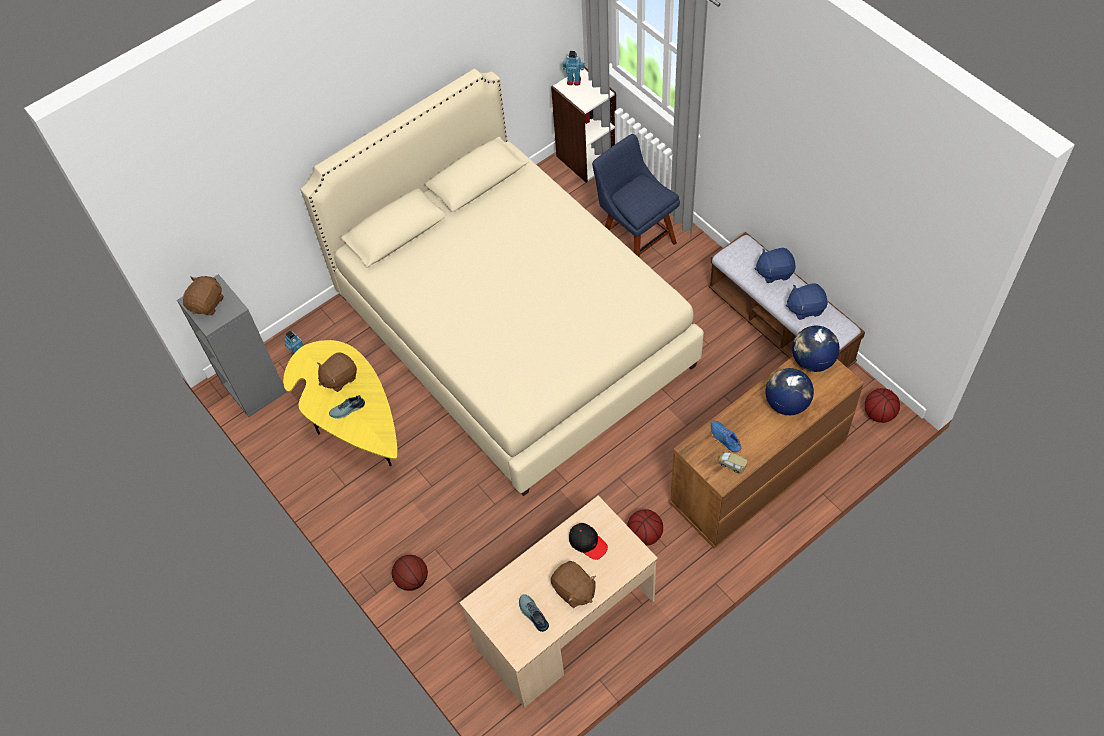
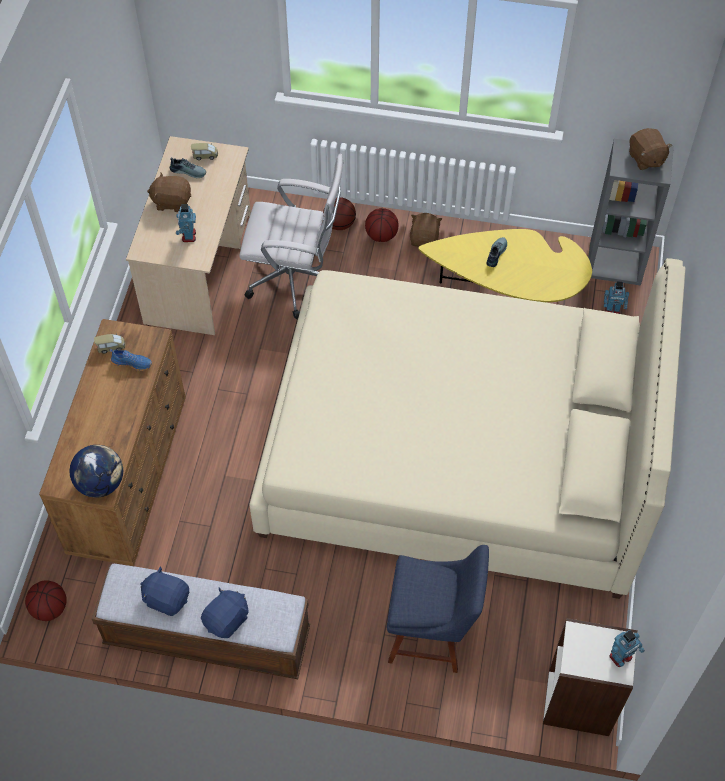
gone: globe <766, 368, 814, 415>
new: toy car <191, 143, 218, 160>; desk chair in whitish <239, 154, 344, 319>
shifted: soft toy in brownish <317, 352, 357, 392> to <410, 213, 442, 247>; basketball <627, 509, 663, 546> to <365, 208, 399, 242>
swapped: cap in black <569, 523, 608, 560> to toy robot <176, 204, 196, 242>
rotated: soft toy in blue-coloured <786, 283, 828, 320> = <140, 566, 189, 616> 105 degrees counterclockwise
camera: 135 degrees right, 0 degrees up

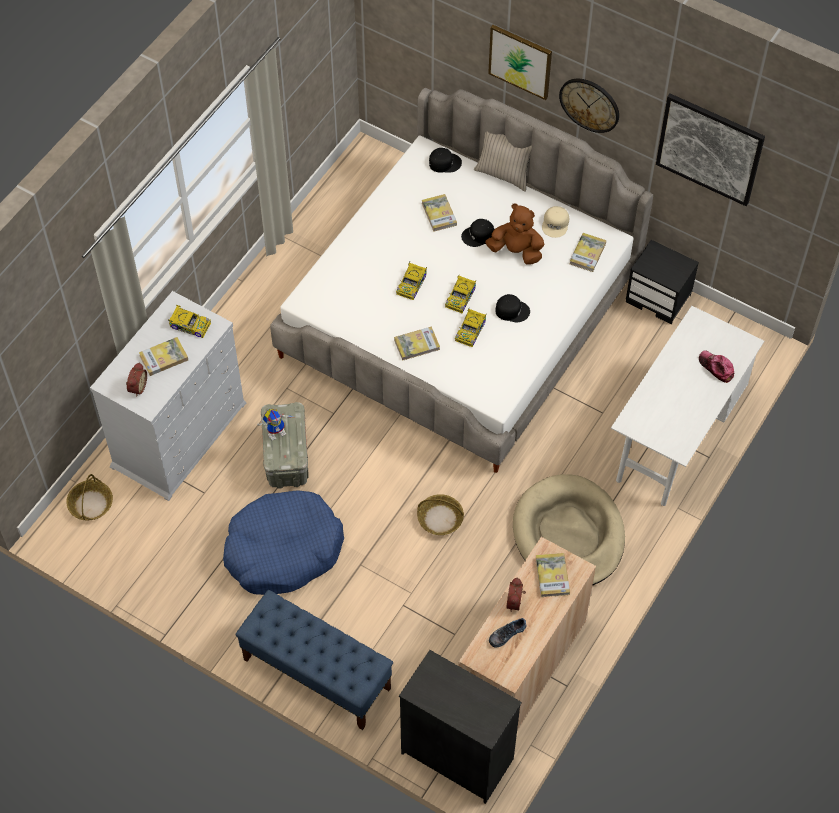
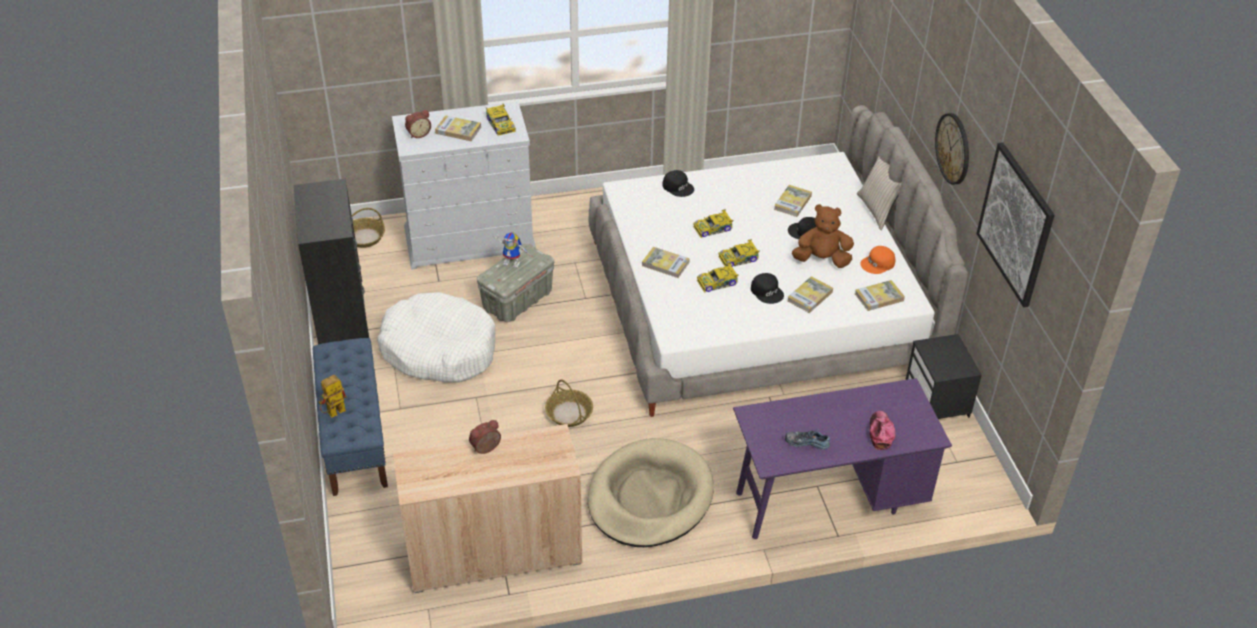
gone: wall art <488, 25, 552, 100>
new: toy robot <319, 375, 347, 417>
shifted: cap in black <429, 148, 462, 173> to <662, 170, 694, 197>; bound book <535, 553, 570, 597> to <788, 276, 833, 313>; shoe <489, 618, 527, 647> to <785, 431, 830, 450>; drawer chest in black <399, 650, 522, 804> to <294, 179, 369, 344>
repainted: cap in sand-coloured <542, 206, 569, 238> to cap in orangey <860, 246, 895, 274>; desk unit in whitish <611, 306, 764, 506> to desk unit in purple-coloured <733, 378, 952, 539>; pet bed in blue-coloured <223, 490, 344, 595> to pet bed in whitish <377, 292, 495, 383>
rotated: soft toy in brownish <485, 204, 544, 265> = <792, 204, 854, 268> 60 degrees counterclockwise
camera: 45 degrees right, 15 degrees down

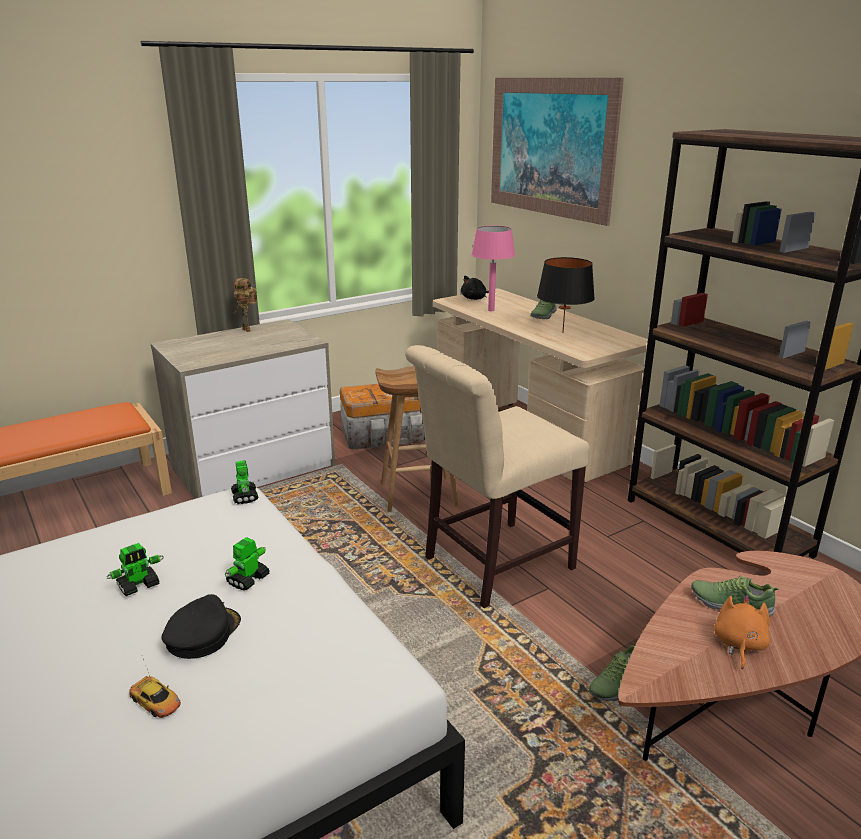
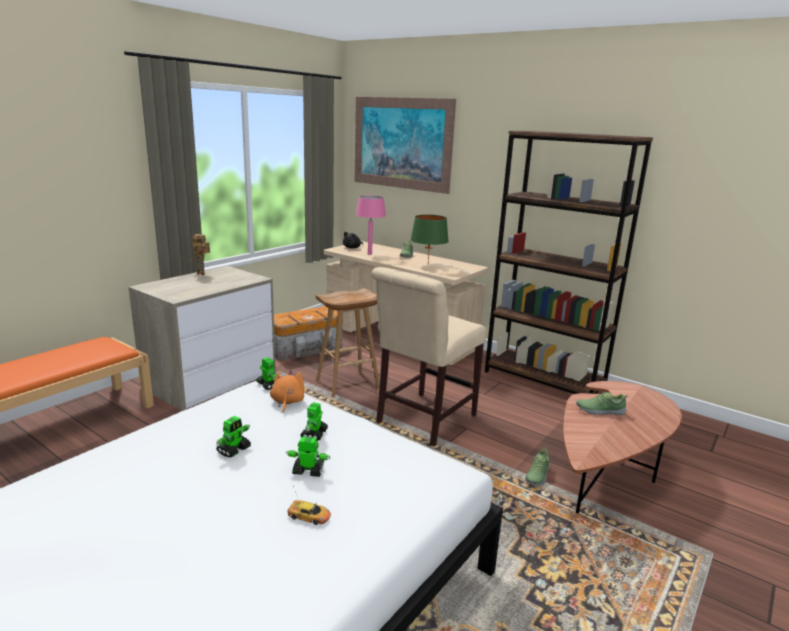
shifted: soft toy in orangey <714, 595, 770, 670> to <270, 370, 304, 413>
swapped: cap in black <161, 594, 241, 659> to toy robot <286, 437, 330, 477>
repainted: tabletop lamp in black <537, 257, 595, 333> to tabletop lamp in green-coloured <410, 215, 449, 262>
camera: 20 degrees left, 5 degrees down

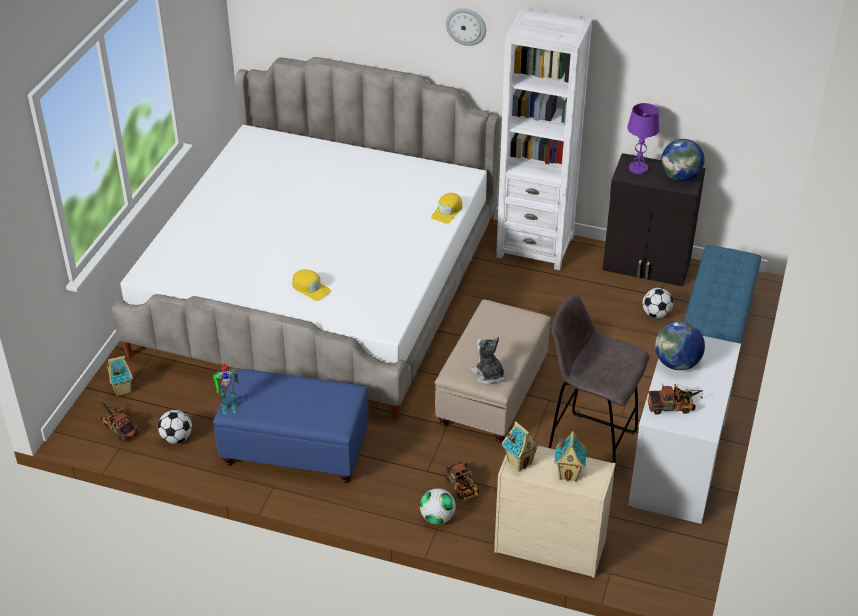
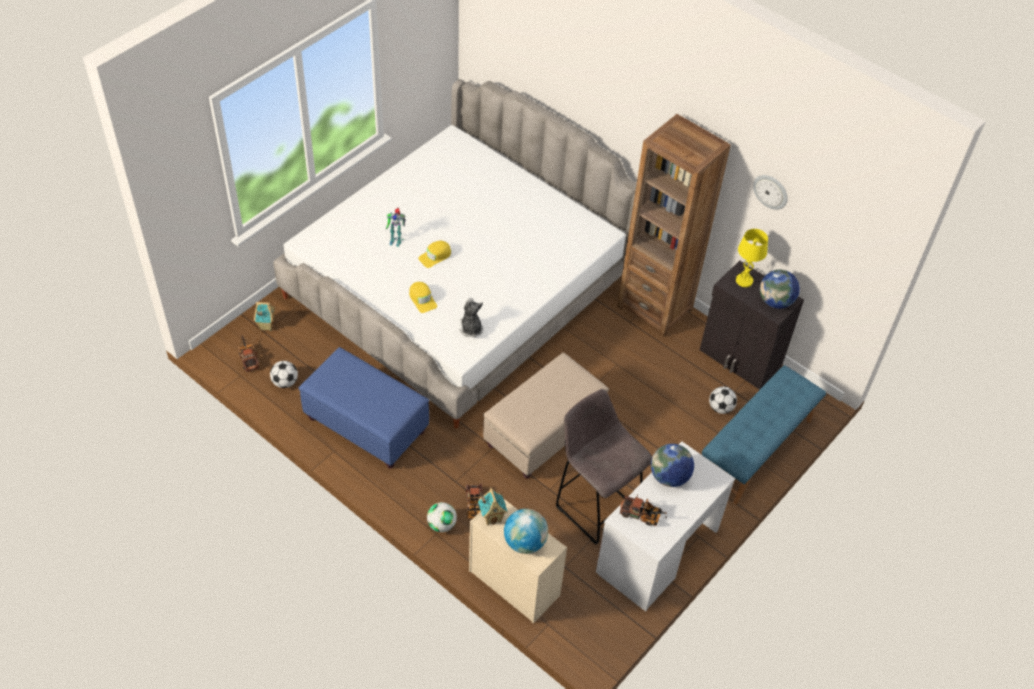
shifted: hanging clock <446, 8, 486, 46> to <753, 175, 788, 210>; cap in yellow <431, 193, 462, 224> to <418, 241, 451, 268>; soft toy <471, 337, 505, 384> to <459, 298, 483, 337>; toy robot <213, 363, 239, 414> to <386, 208, 405, 247>
swapped: miniature house <554, 431, 587, 482> to globe <504, 509, 548, 554>
repainted: bookshelf in whitish <496, 8, 592, 270> to bookshelf in brownish <617, 114, 731, 338>; tabletop lamp in purple-coloured <627, 103, 659, 174> to tabletop lamp in yellow <736, 229, 768, 287>
camera: 20 degrees right, 10 degrees up

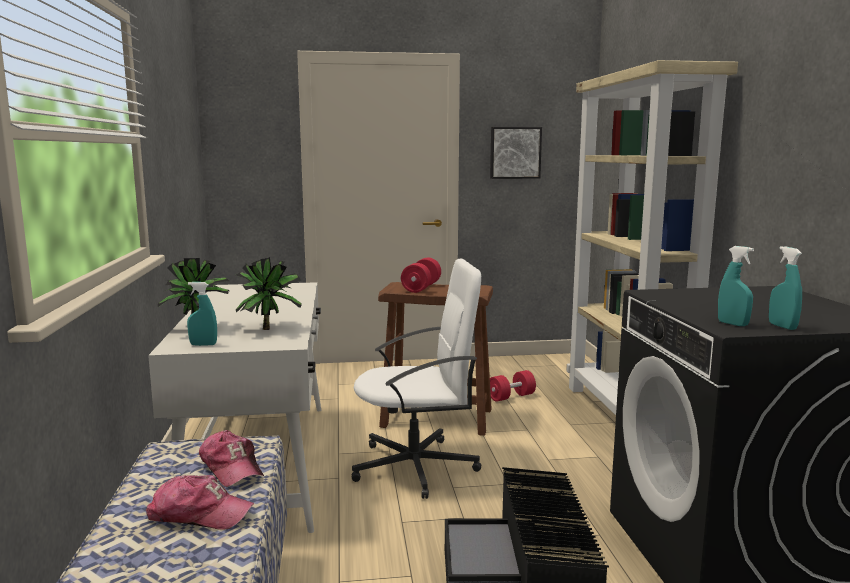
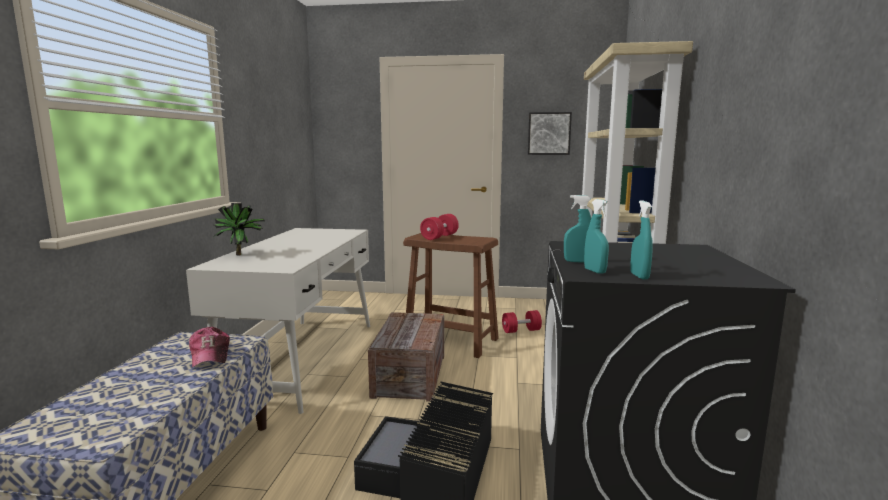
gone: plant in a pot <236, 257, 302, 330>; cap <146, 475, 254, 530>
shifted: spray bottle in turquoise <187, 282, 217, 346> to <564, 195, 591, 263>
swapped: desk chair in whitish <352, 259, 481, 499> to crate <368, 312, 444, 402>
camera: 15 degrees right, 0 degrees up

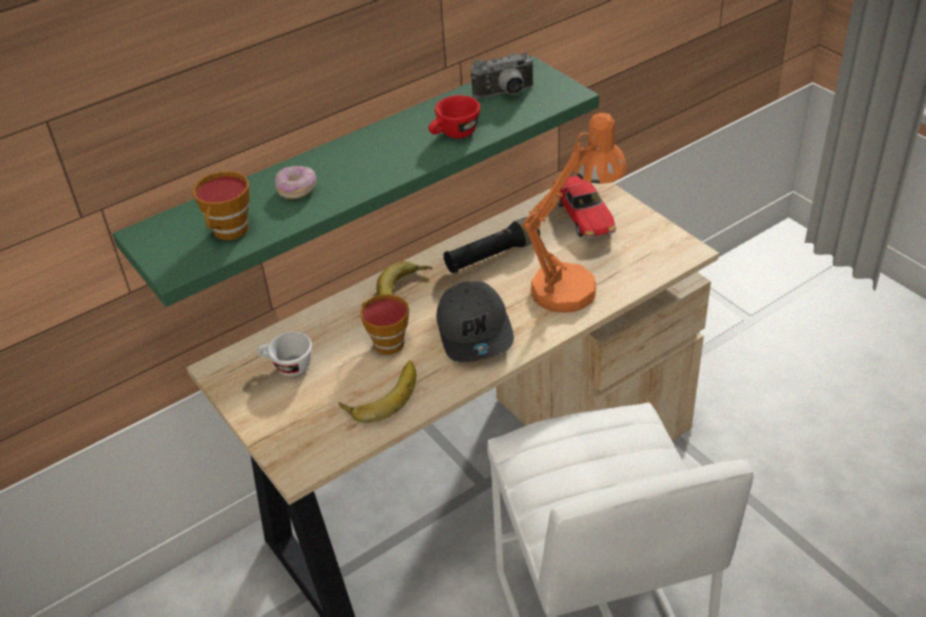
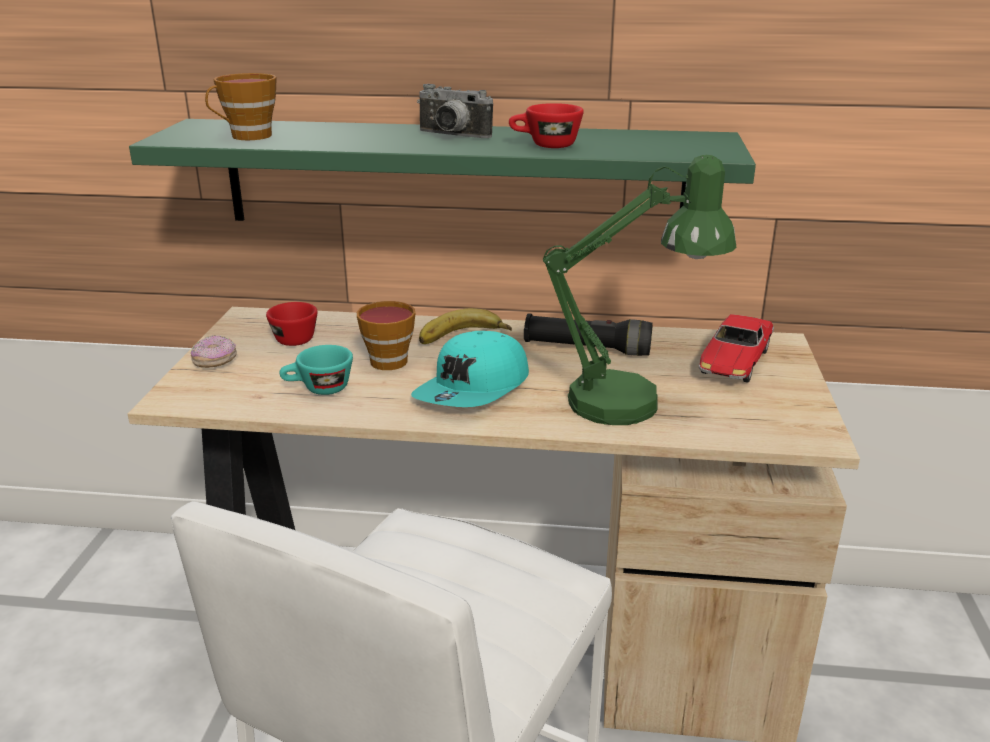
shifted: still camera <471, 52, 535, 98> to <417, 84, 493, 138>; doughnut <275, 166, 316, 199> to <191, 335, 237, 368>
swapped: banana <339, 360, 416, 423> to cup in turquoise <279, 345, 353, 395>
repainted: tabletop lamp in orangey <522, 113, 627, 313> to tabletop lamp in green-coloured <543, 155, 736, 425>; cap in greyish <436, 281, 514, 362> to cap in turquoise <411, 331, 529, 407>; cup in whitish <257, 332, 312, 376> to cup in reddish <266, 302, 318, 346>
camera: 40 degrees right, 15 degrees down

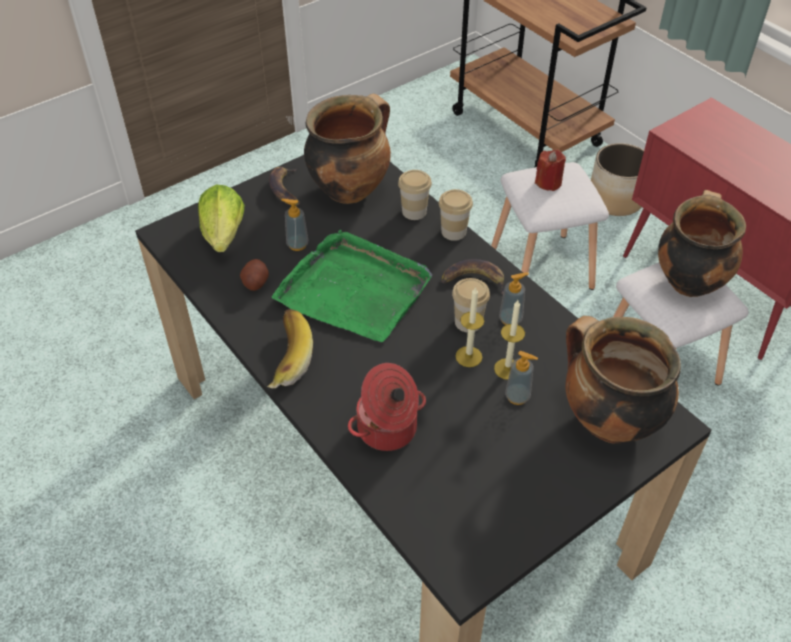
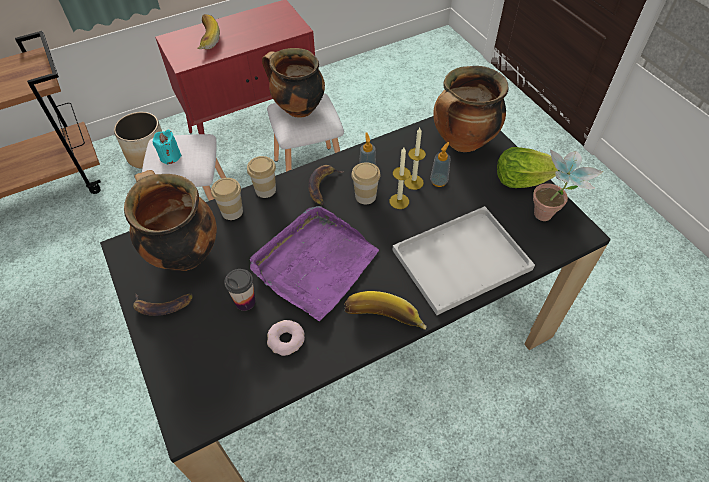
new: banana <197, 14, 220, 49>; plant in a pot <533, 149, 604, 221>
shifted: lettuce <198, 184, 244, 252> to <497, 147, 558, 188>
swapped: soap bottle <281, 199, 308, 251> to cup <224, 269, 256, 311>; spud <240, 259, 269, 291> to doughnut <267, 320, 305, 356>; cooking pot <348, 363, 426, 451> to serving tray in whitish <393, 206, 535, 315>
repainted: candle in reddish <535, 149, 566, 191> to candle in turquoise <153, 130, 182, 165>; serving tray in green-coloured <272, 230, 432, 342> to serving tray in purple-coloured <250, 206, 379, 321>
camera: 80 degrees left, 5 degrees up

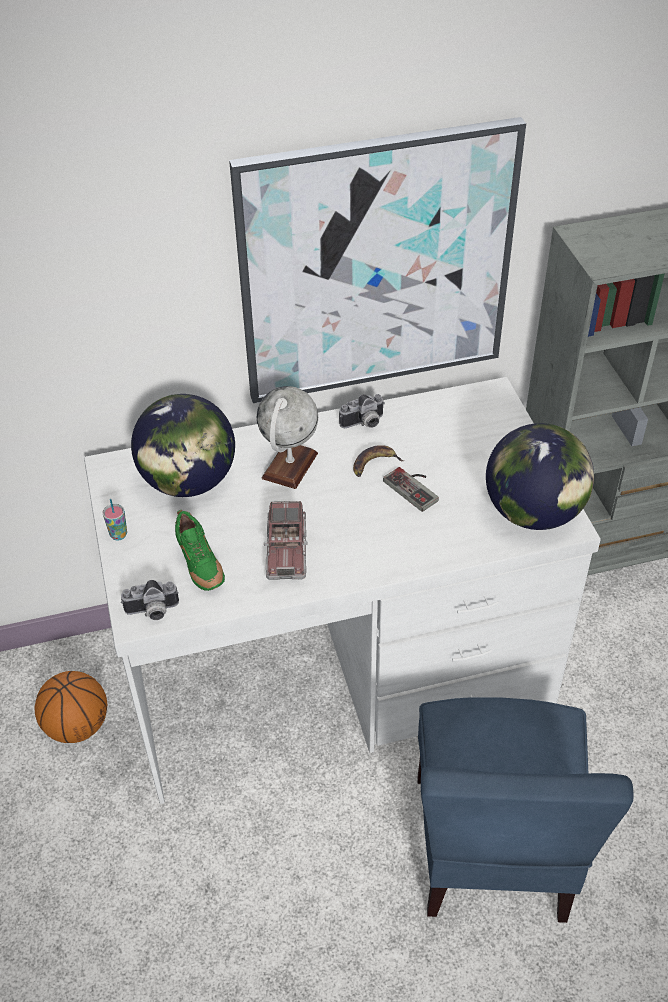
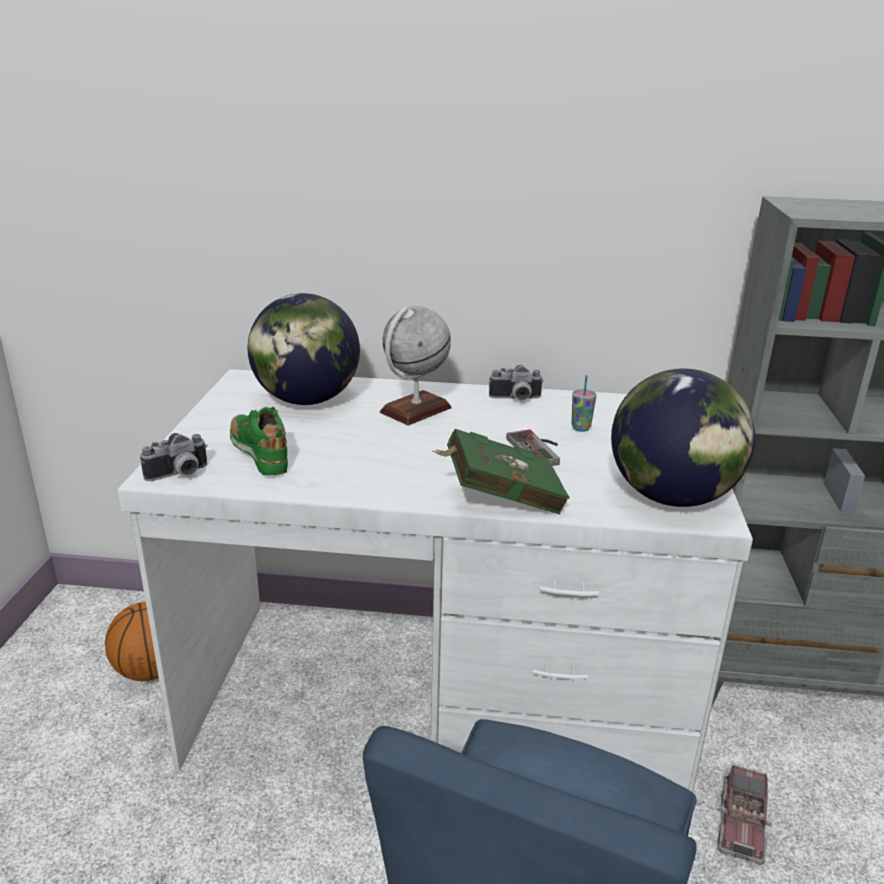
gone: wall art <229, 117, 526, 403>; banana <353, 445, 403, 477>
new: bound book in green-coloured <433, 429, 570, 515>
shifted: cup <102, 499, 127, 541> to <572, 375, 597, 432>; toy lorry <264, 501, 307, 580> to <718, 765, 772, 865>
rotated: shoe in green-coloured <175, 509, 225, 591> = <230, 407, 288, 476> 150 degrees clockwise; still camera <121, 580, 179, 620> = <140, 433, 207, 481> 45 degrees counterclockwise
camera: 20 degrees right, 20 degrees down

